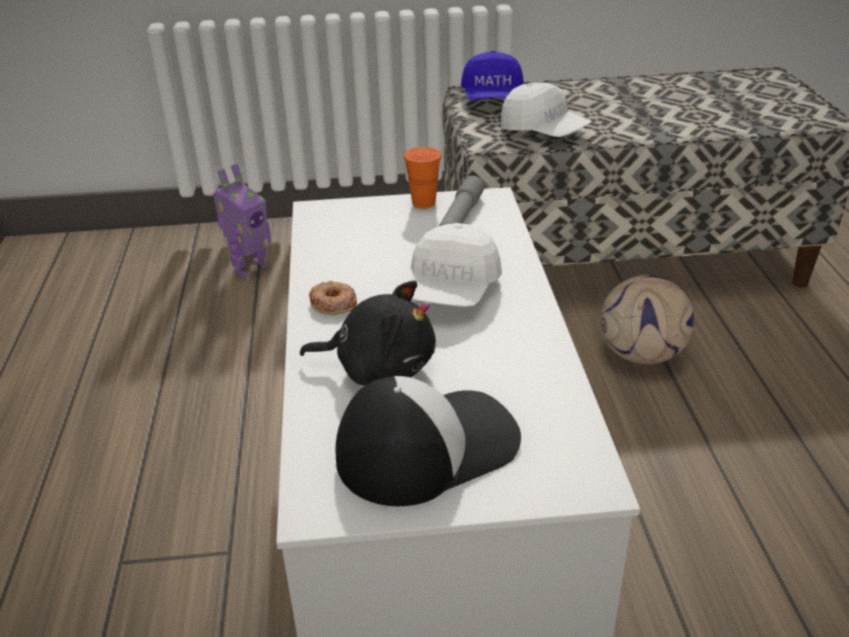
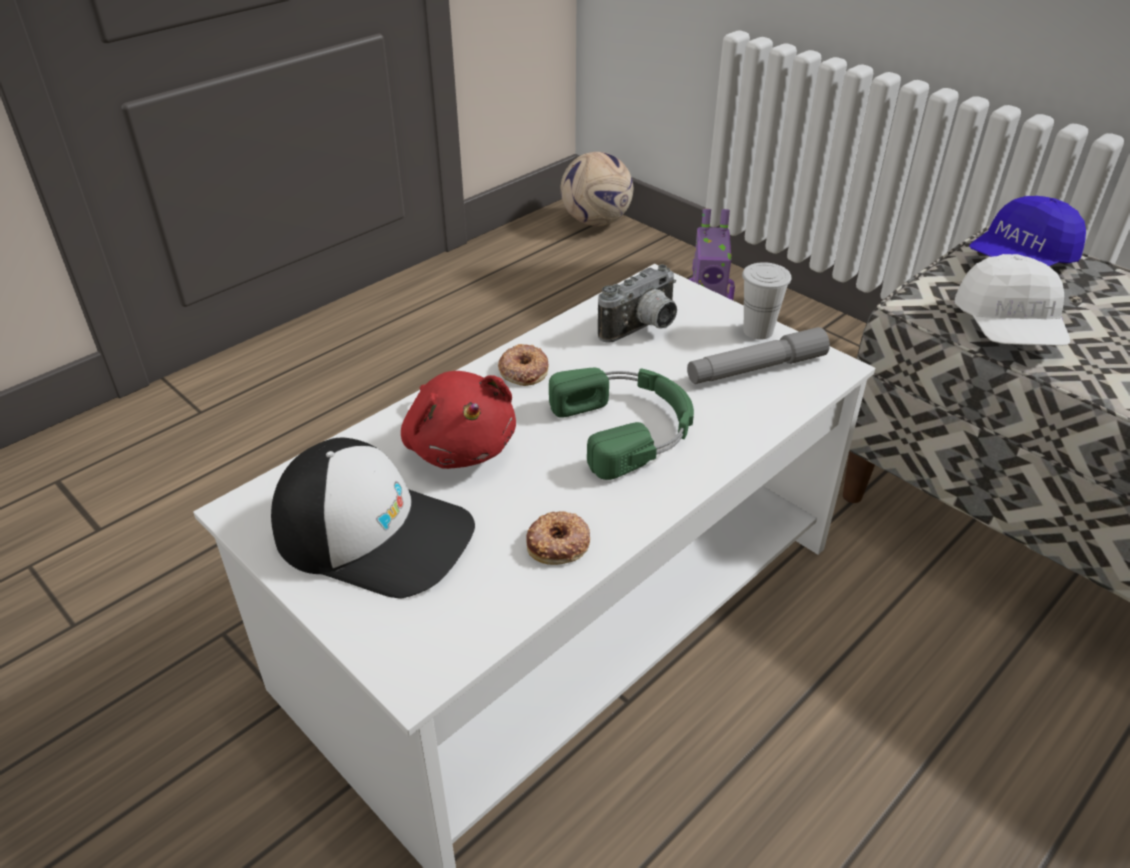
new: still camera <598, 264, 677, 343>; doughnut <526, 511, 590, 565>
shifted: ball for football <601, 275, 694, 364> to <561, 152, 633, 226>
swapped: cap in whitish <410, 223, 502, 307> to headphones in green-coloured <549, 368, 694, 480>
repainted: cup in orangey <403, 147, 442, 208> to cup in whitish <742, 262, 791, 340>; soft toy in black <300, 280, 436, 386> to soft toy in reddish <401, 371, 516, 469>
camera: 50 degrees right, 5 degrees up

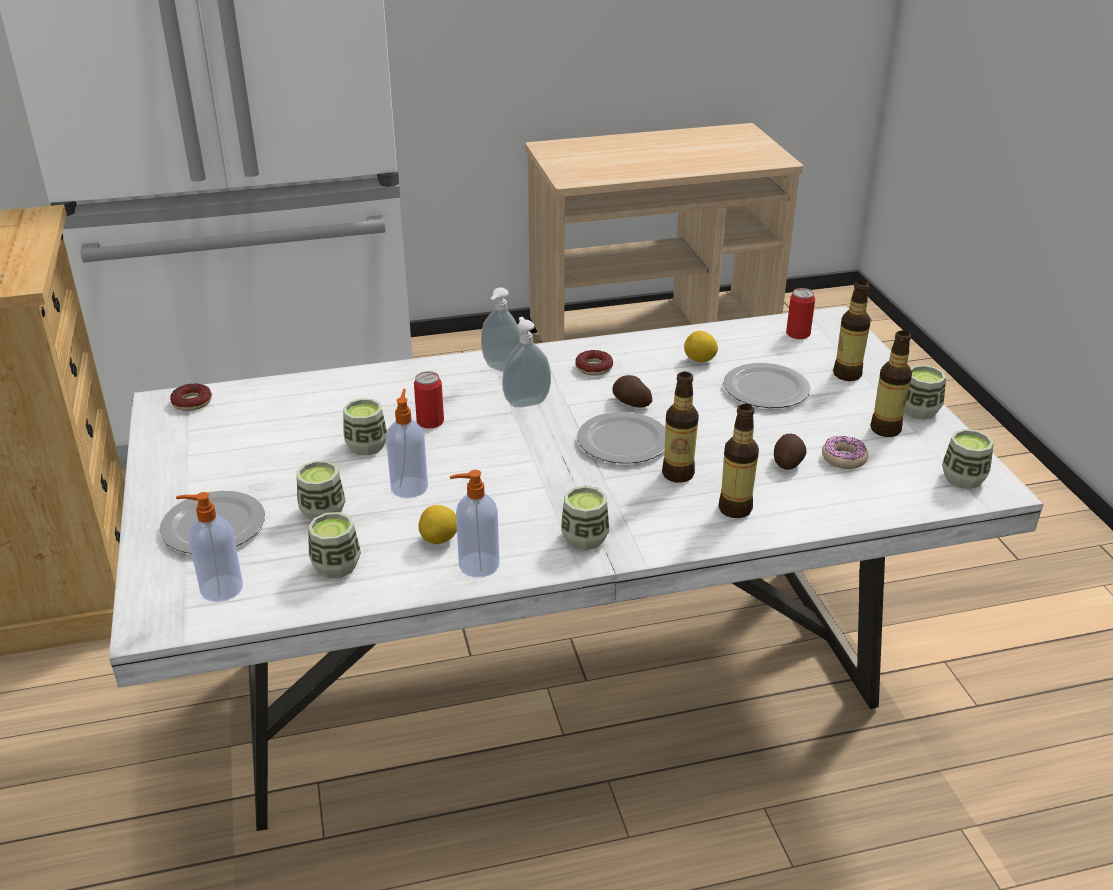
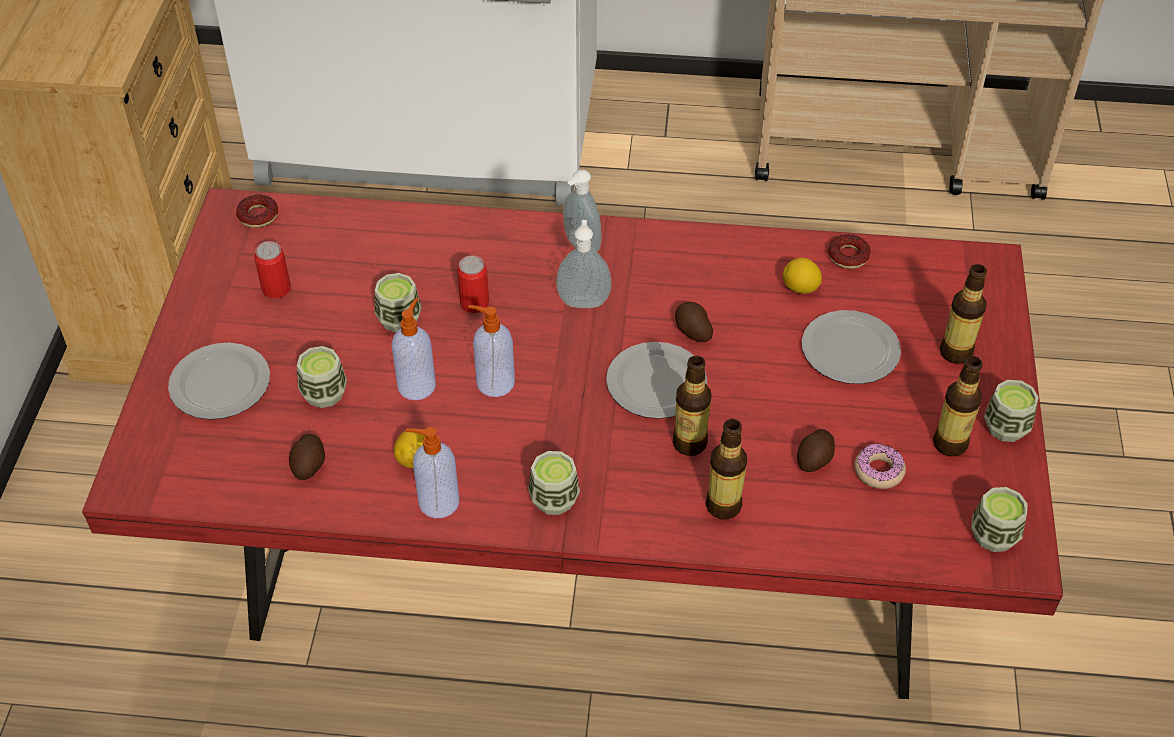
shifted: can <786, 288, 815, 339> to <254, 241, 291, 298>; doughnut <575, 350, 613, 376> to <828, 234, 871, 269>; soap bottle <176, 492, 243, 602> to <468, 305, 515, 397>
swapped: cup <308, 512, 361, 578> to spud <289, 434, 325, 480>
repainted: dining table in whitish <109, 306, 1044, 831> to dining table in reddish <82, 188, 1063, 699>
camera: 20 degrees right, 15 degrees up

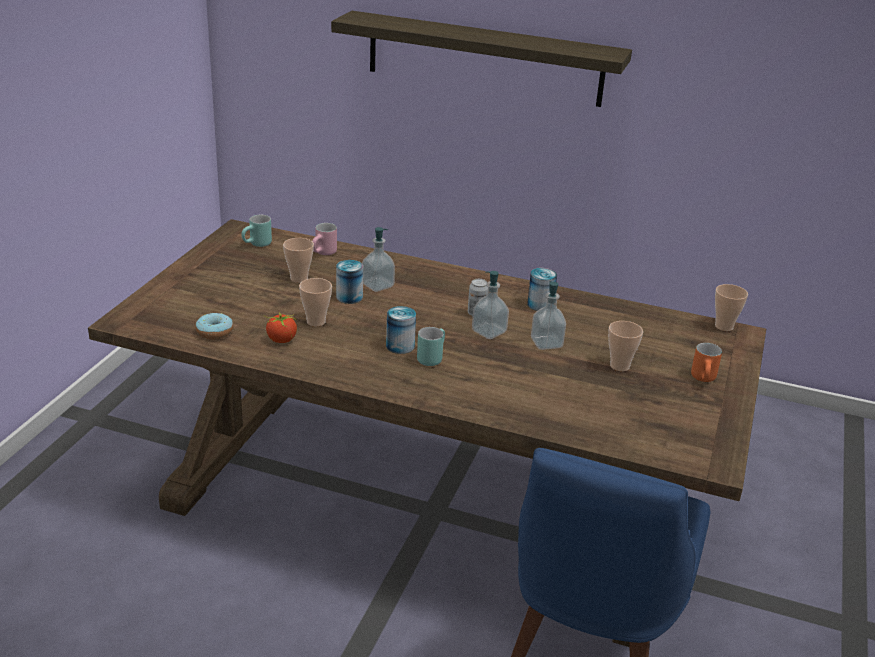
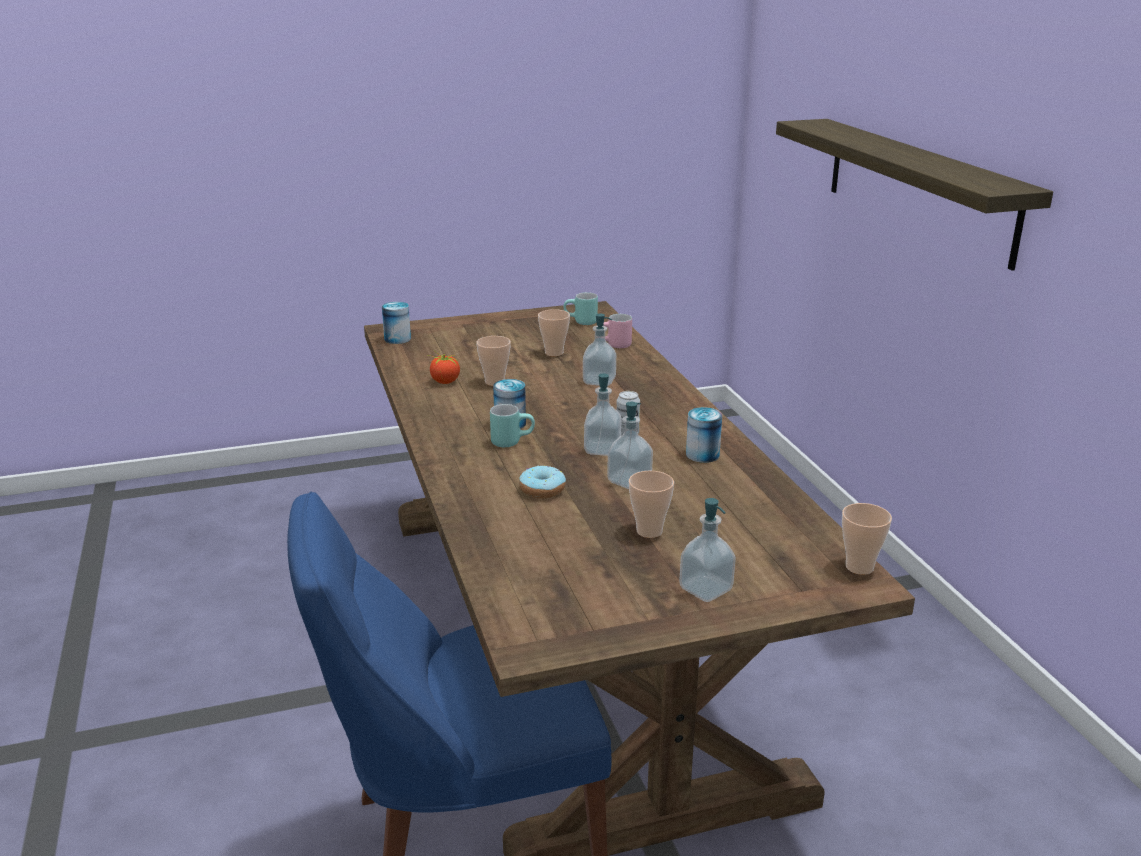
shifted: can <336, 260, 363, 304> to <382, 302, 411, 344>; doughnut <196, 313, 233, 340> to <519, 465, 566, 498>
swapped: mug in orangey <691, 343, 722, 382> to soap bottle <679, 498, 736, 602>
camera: 55 degrees right, 5 degrees down

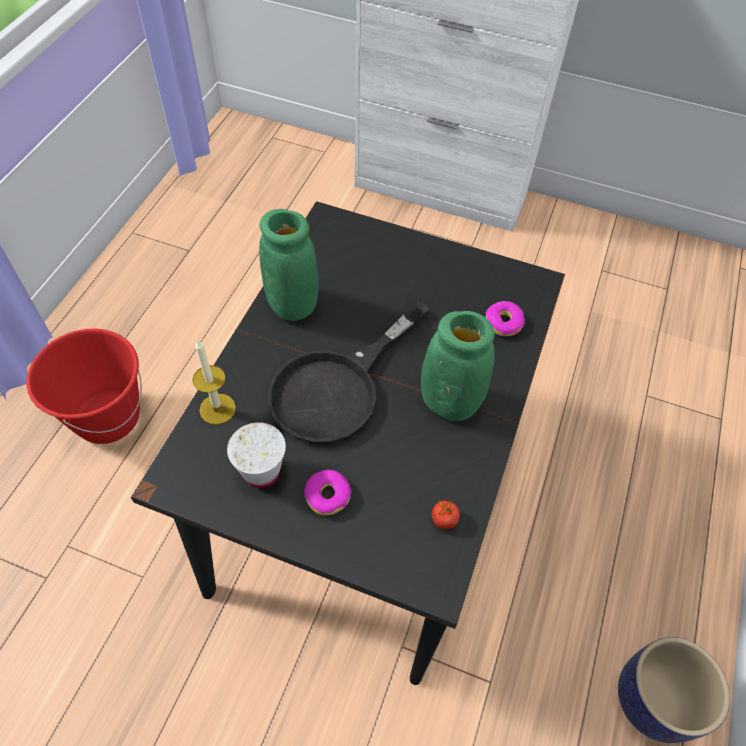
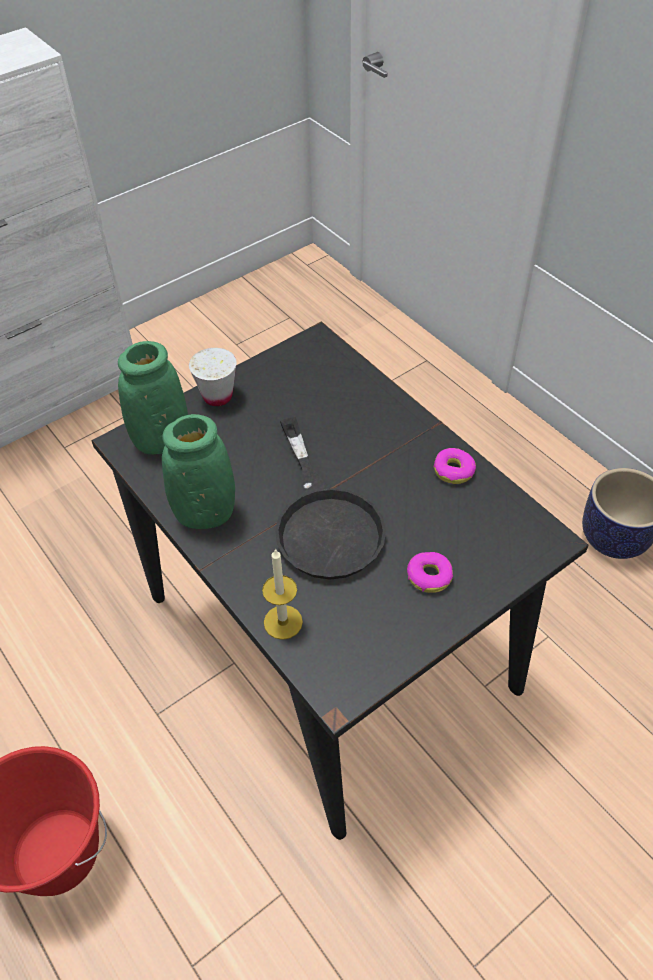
gone: tomato <432, 501, 460, 529>
shifted: doughnut <486, 301, 525, 336> to <434, 448, 476, 484>; decorative vase in green-coloured <421, 311, 495, 421> to <118, 341, 188, 454>; cup in whitish <227, 422, 286, 488> to <189, 348, 237, 406>
camera: 55 degrees left, 5 degrees down

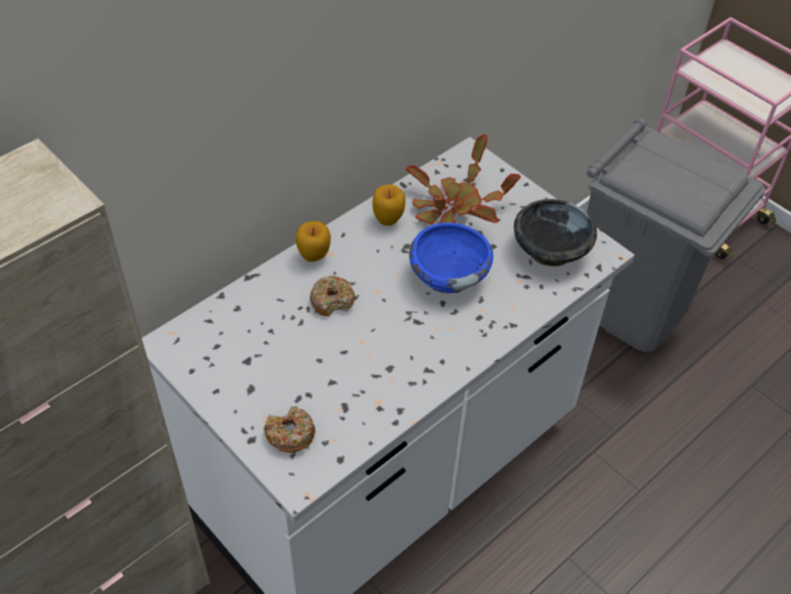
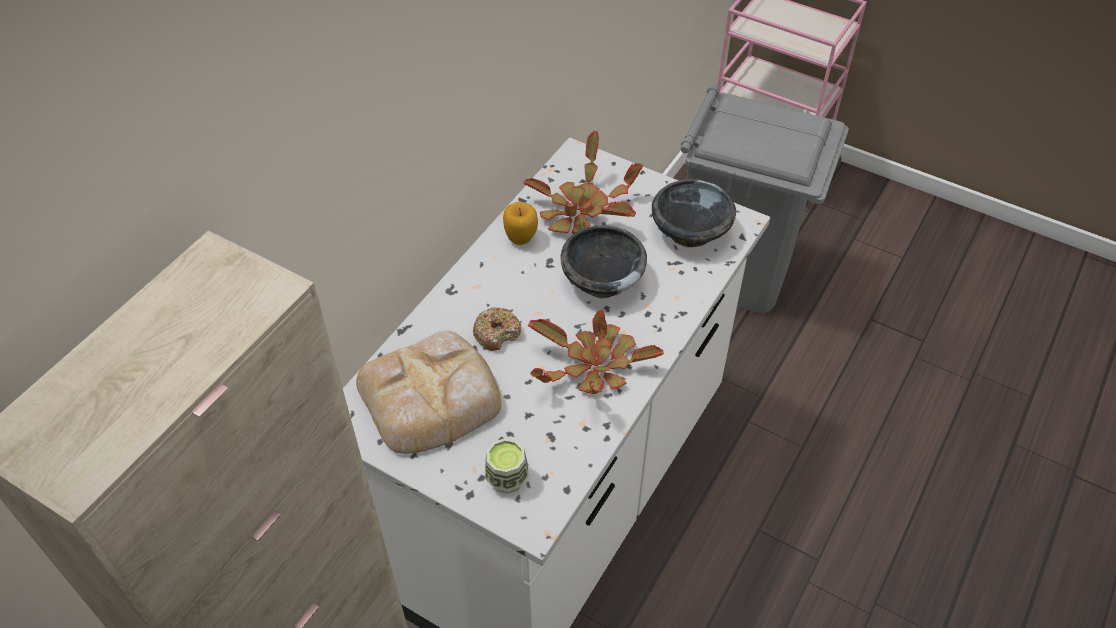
gone: apple <296, 221, 331, 262>
new: plant in a pot <528, 310, 664, 394>; bakery bread <356, 330, 502, 454>
swapped: doughnut <264, 406, 316, 453> to cup <485, 438, 529, 494>
repainted: deep dish in blue-coloured <409, 223, 493, 293> to deep dish in black <561, 225, 647, 299>
camera: 15 degrees left, 0 degrees up

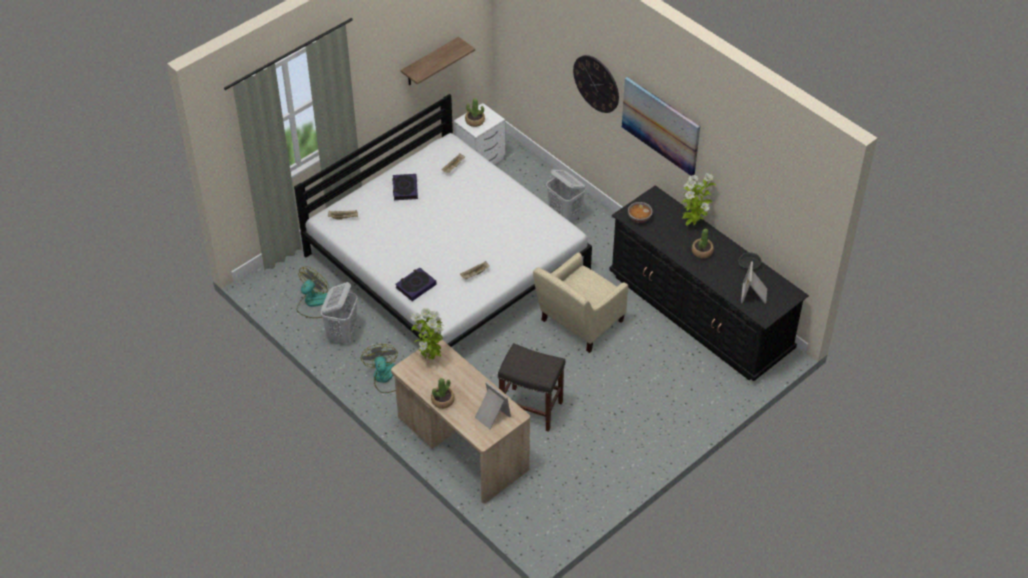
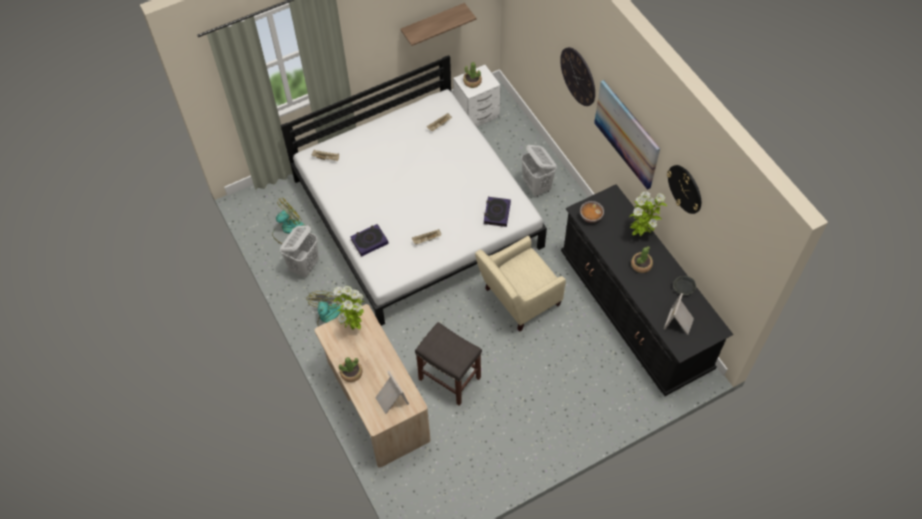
new: hanging clock <667, 165, 701, 214>
shifted: bound book <392, 174, 418, 200> to <484, 197, 511, 227>
camera: 15 degrees right, 10 degrees up

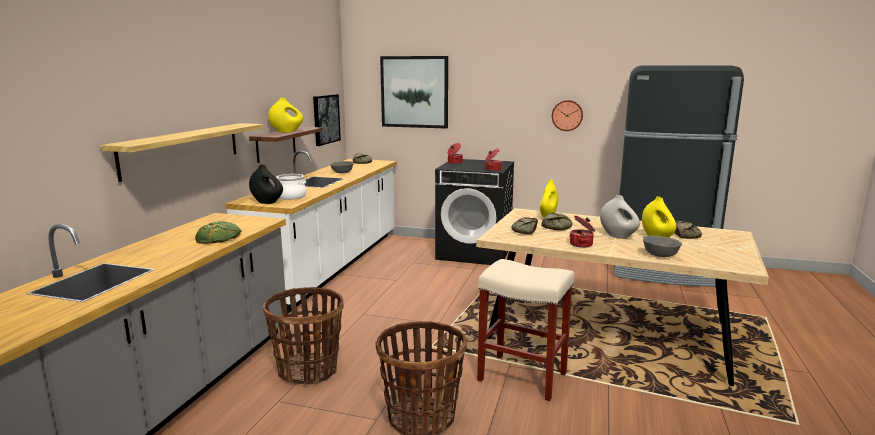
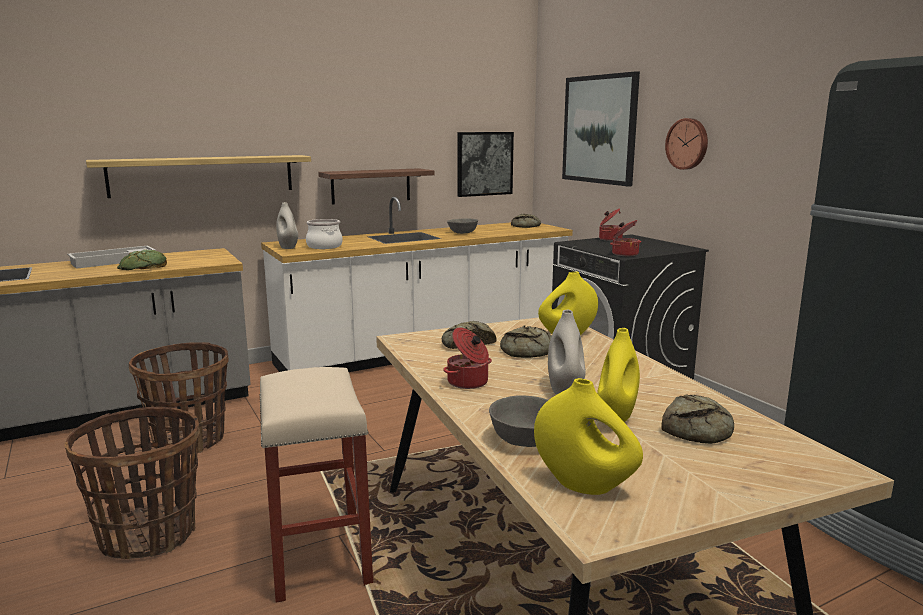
new: serving tray in whitish <67, 245, 156, 269>
shifted: decorative vase in yellow <268, 98, 303, 132> to <534, 378, 643, 495>; hanging clock <552, 100, 583, 131> to <665, 118, 708, 170>
repainted: decorative vase in black <249, 165, 283, 204> to decorative vase in whitish <276, 202, 298, 249>
camera: 45 degrees right, 0 degrees up

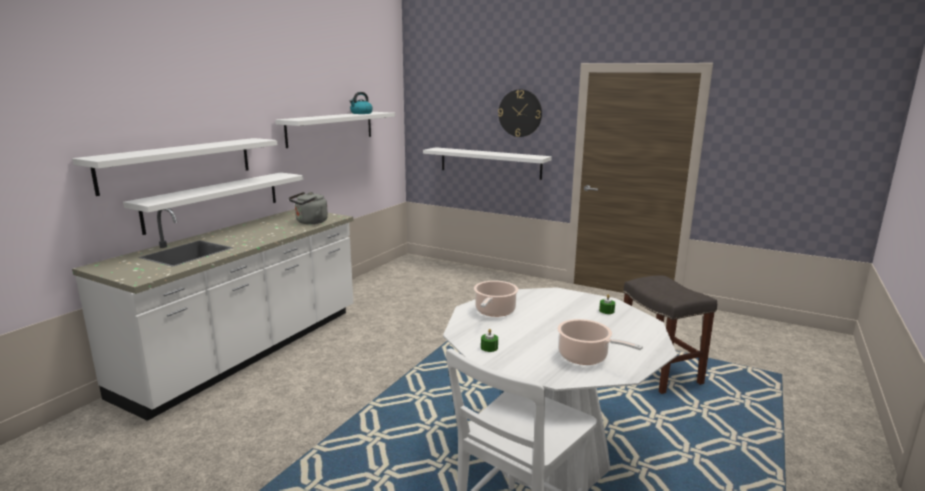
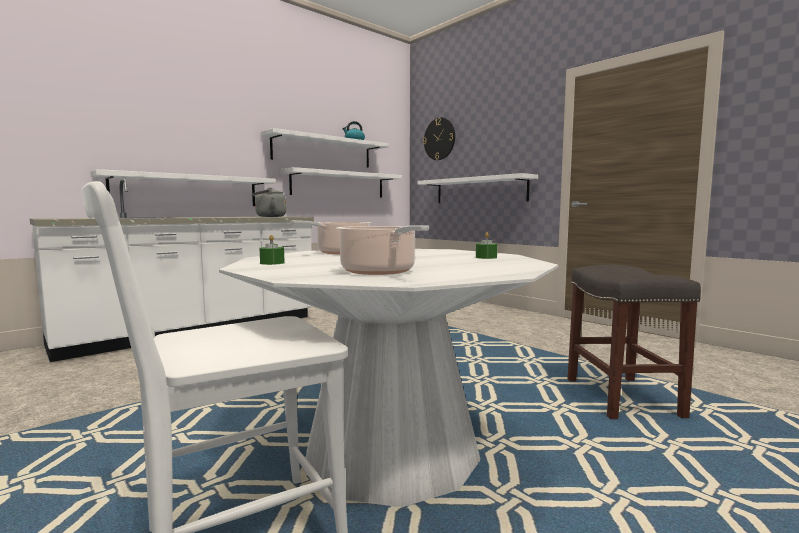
shifted: hanging clock <498, 89, 542, 137> to <423, 117, 455, 160>; shelf in whitish <72, 138, 277, 196> to <280, 167, 402, 198>
camera: 20 degrees right, 10 degrees down

